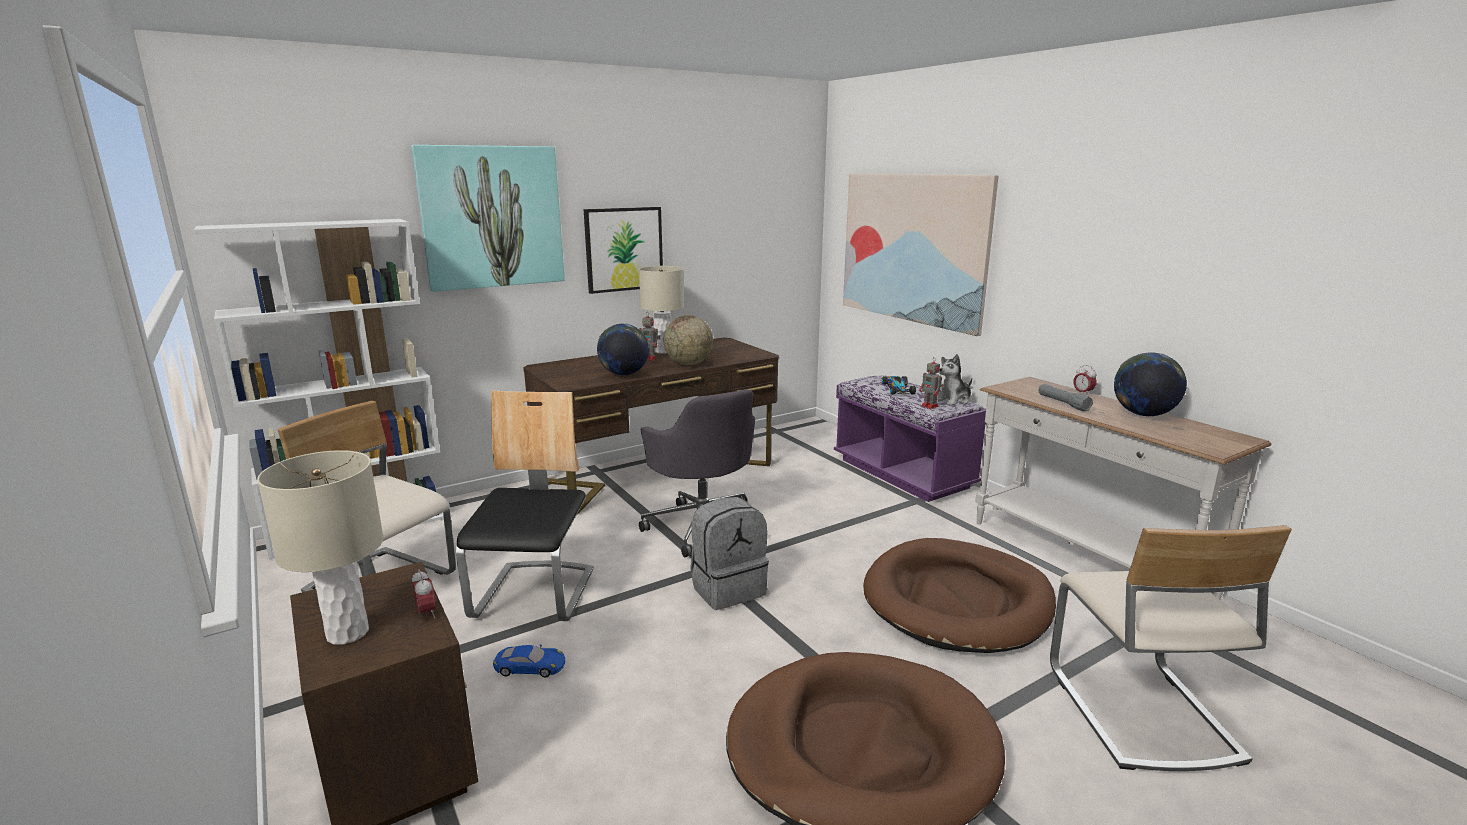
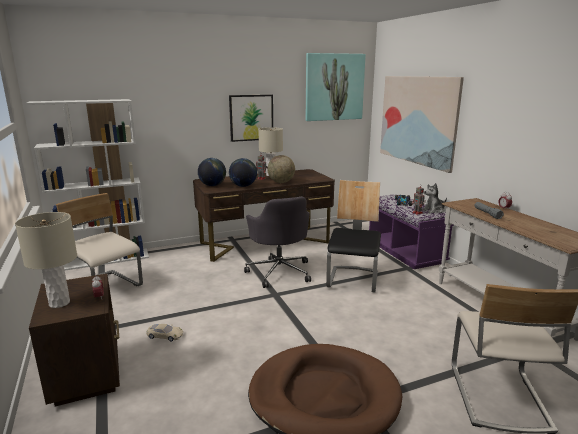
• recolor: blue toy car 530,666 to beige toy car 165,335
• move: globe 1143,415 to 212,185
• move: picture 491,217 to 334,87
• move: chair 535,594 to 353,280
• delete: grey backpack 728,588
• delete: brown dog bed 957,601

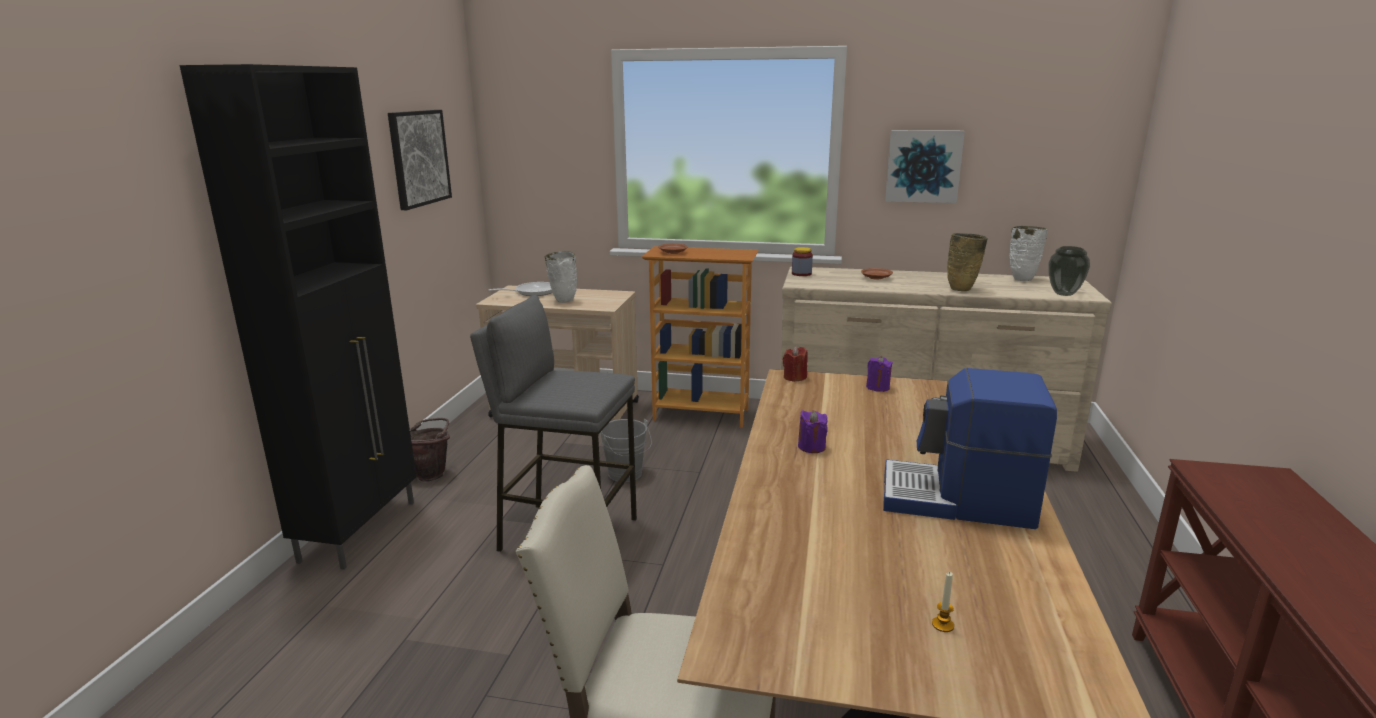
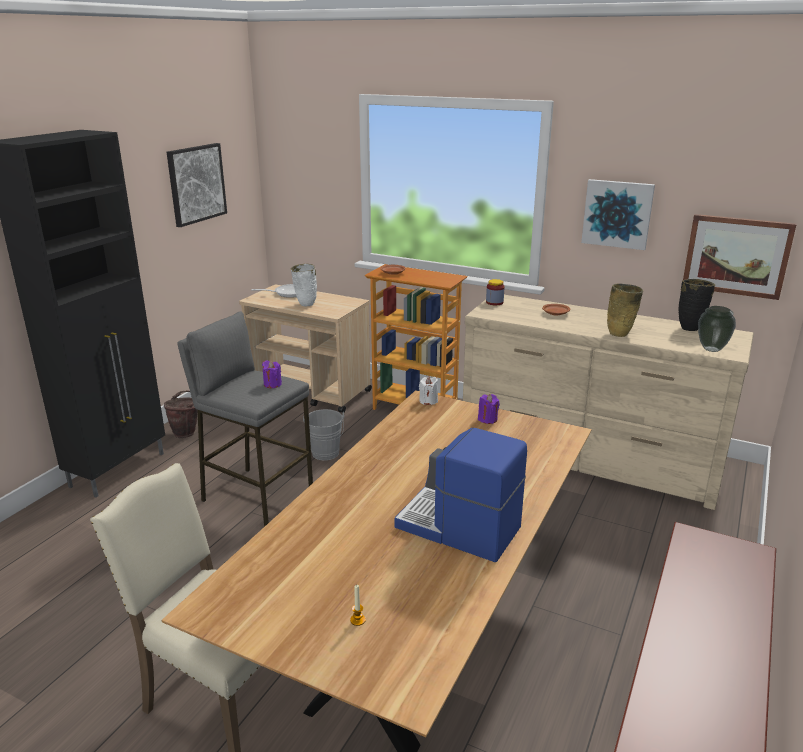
• move: purple candle 811,447 to 272,384
• recolor: red candle 794,377 to white candle 428,401
• recolor: white vase 1022,279 to black vase 690,328
• insert: picture 736,256

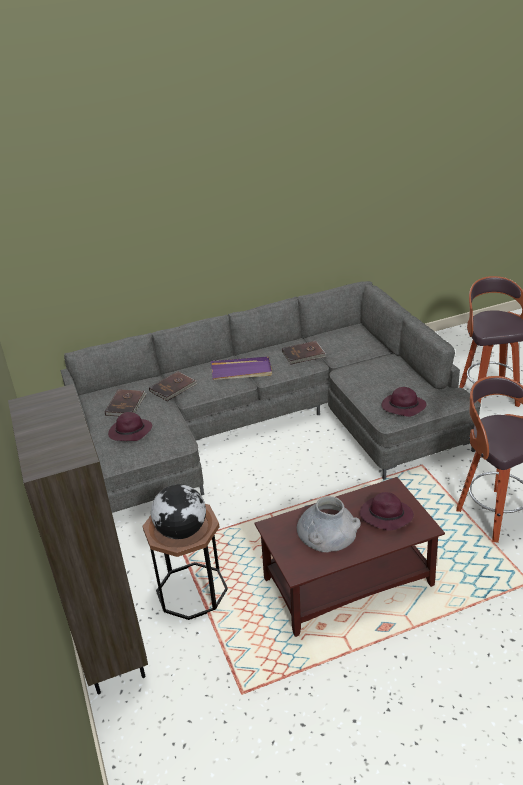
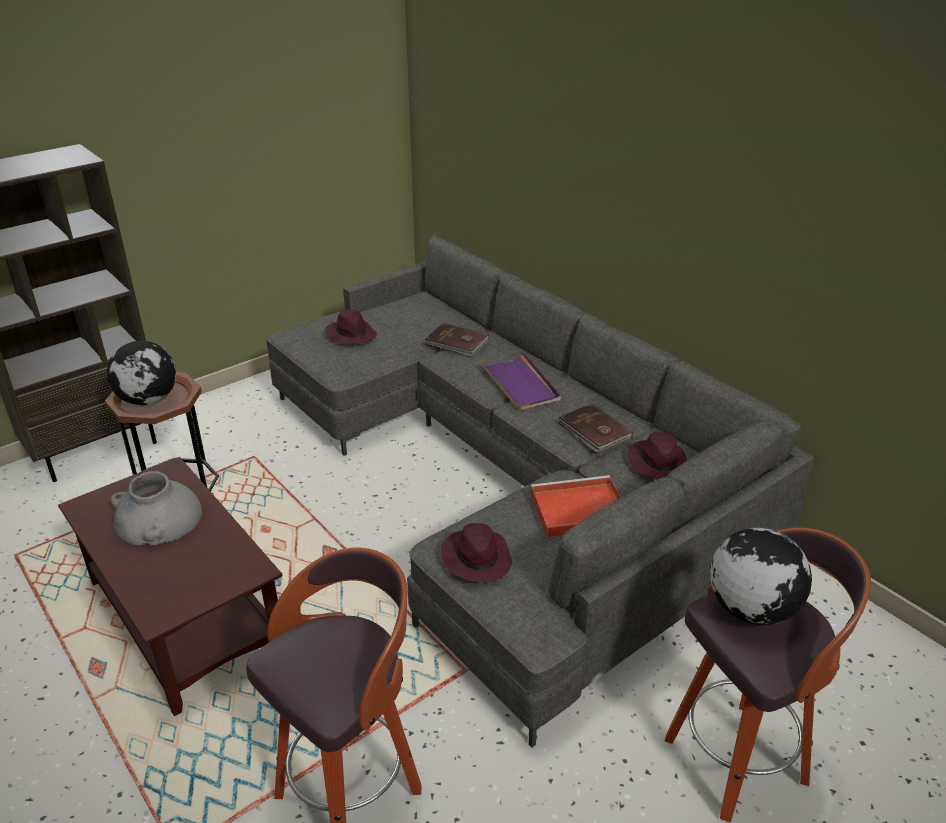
• insert: red tray 577,510
• move: purple hat 385,516 to 657,463
• insert: globe 750,608
• delete: brown book 126,404

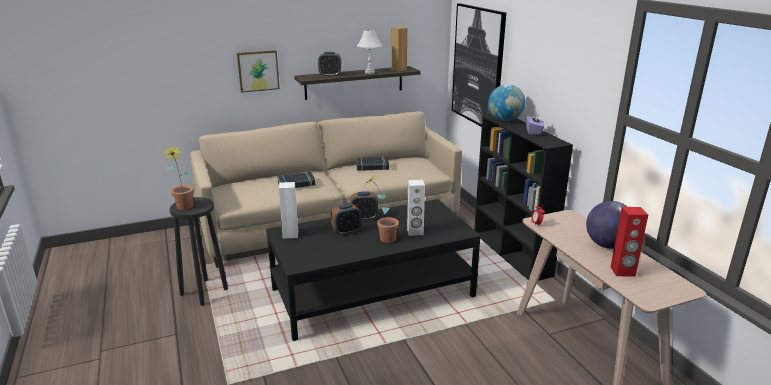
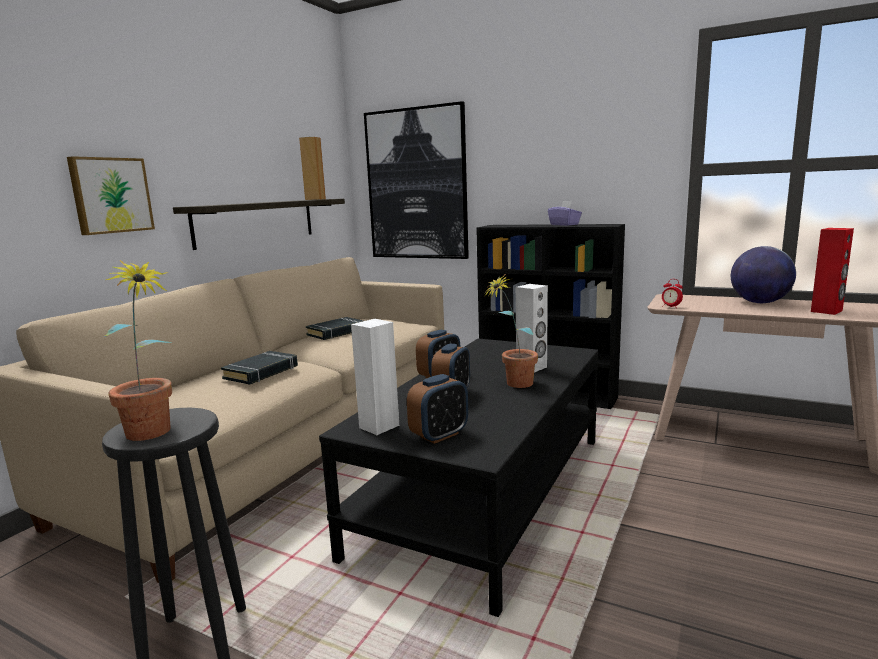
• move: alarm clock 330,75 to 439,435
• delete: white table lamp 369,72
• delete: globe 505,120

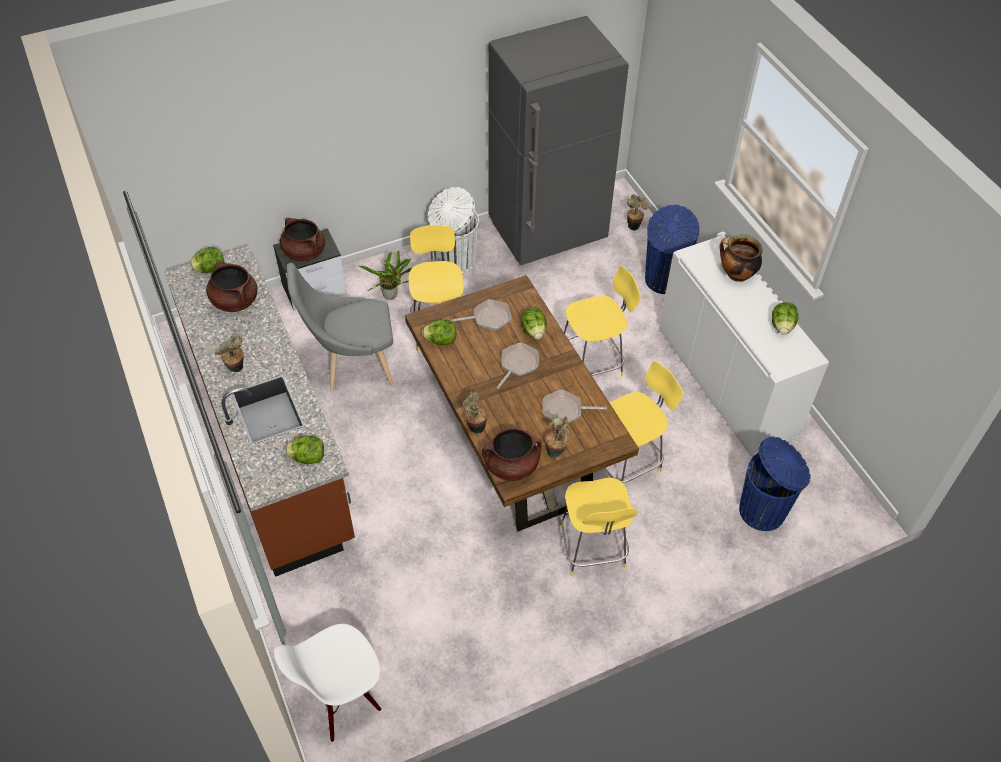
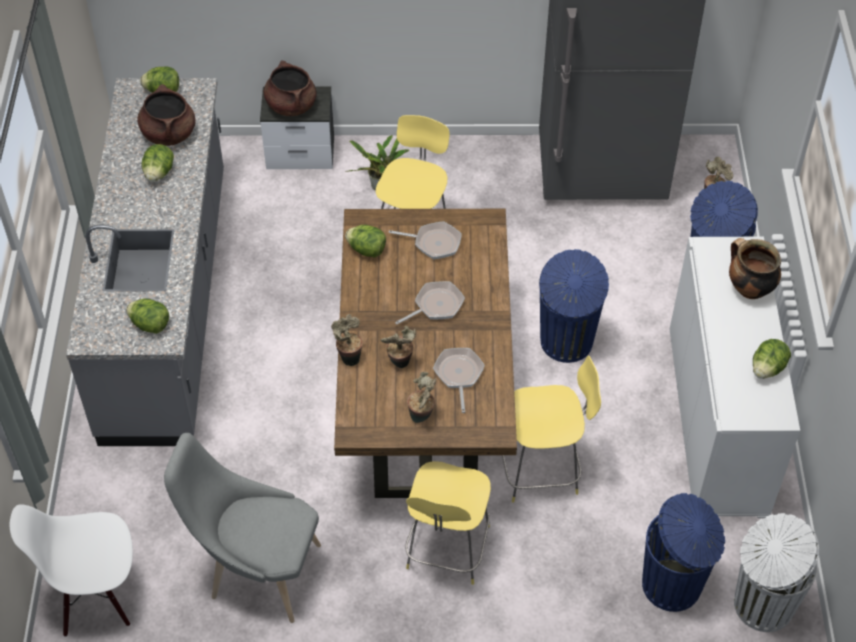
• recolor: brown counter 271,441 to grey counter 168,303
• move: lettuce 533,331 to 159,173
• move: grey chair 353,365 to 258,571
• move: potted plant 236,369 to 400,363
• rotate: frying pan 565,410 = 458,375 60 degrees clockwise
• replace: yellow stool 592,364 to blue trash can 566,343
• move: white trash can 454,263 to 761,605
• delete: brown cooking pot 511,466

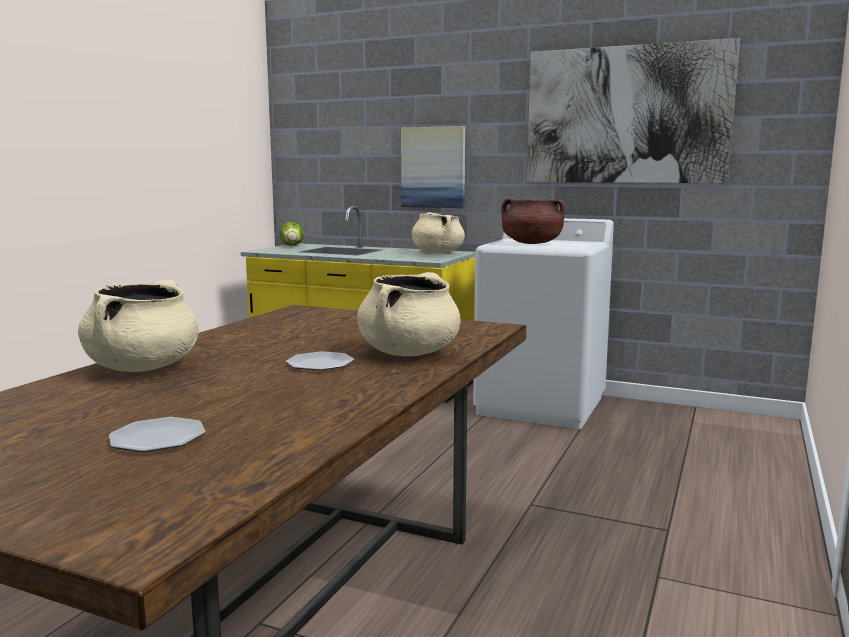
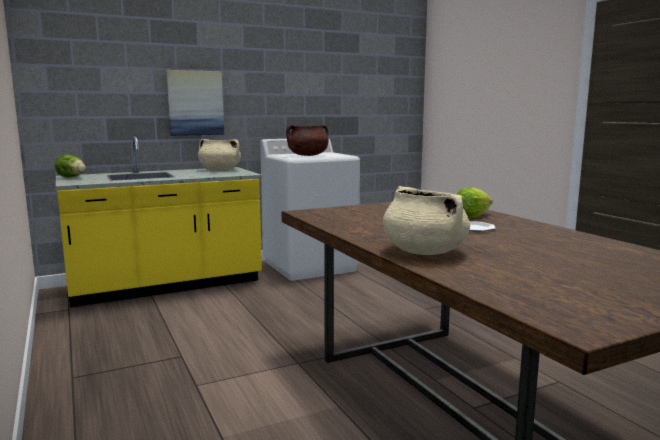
• replace: beige cooking pot 409,353 to lettuce 471,216
• delete: plate 158,439
• delete: picture 626,115

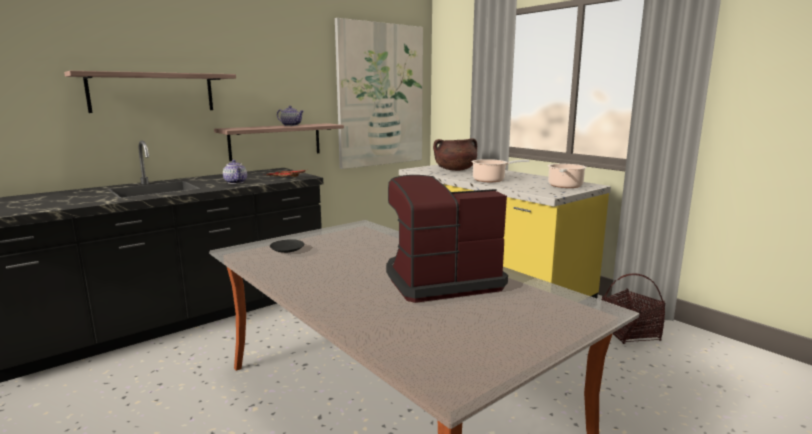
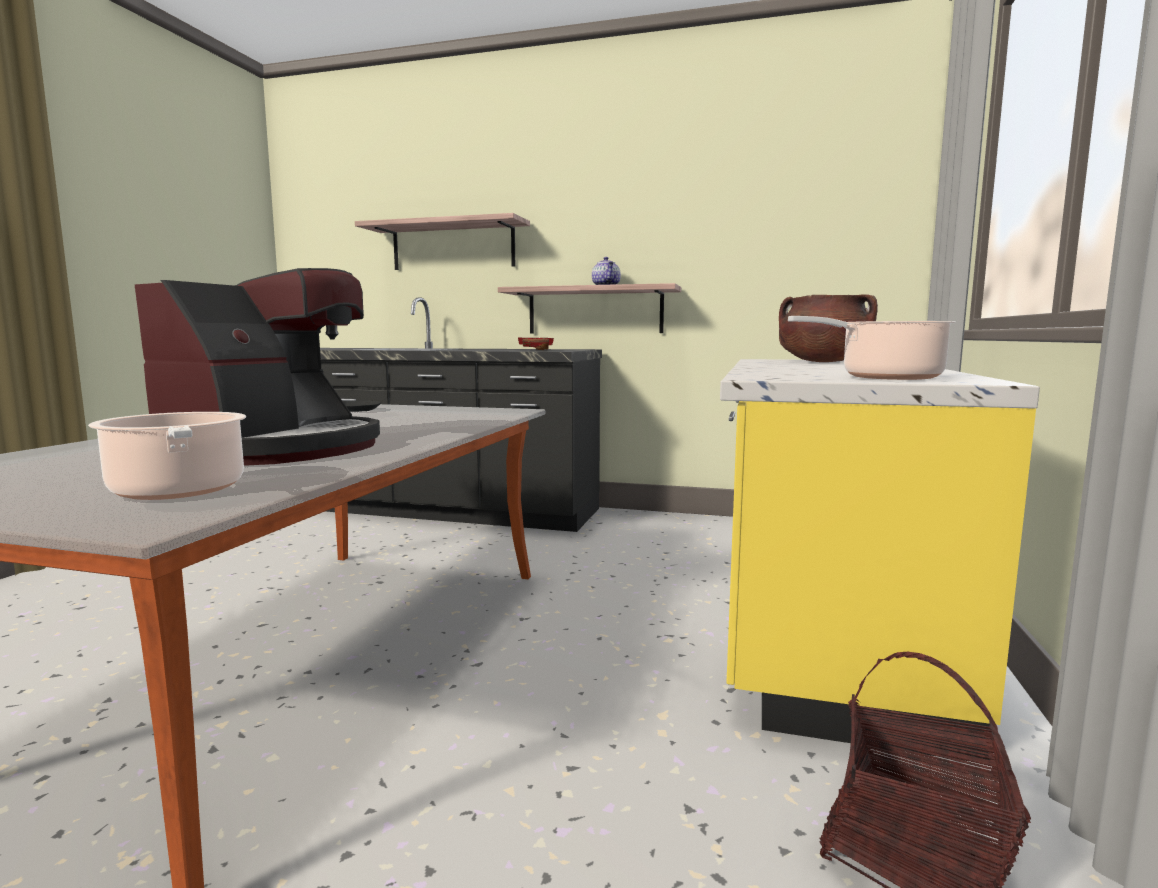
• move: cooking pot 491,180 to 179,491
• rotate: coffee machine 440,281 = 277,449 75 degrees clockwise
• delete: teapot 236,182
• delete: picture 381,95

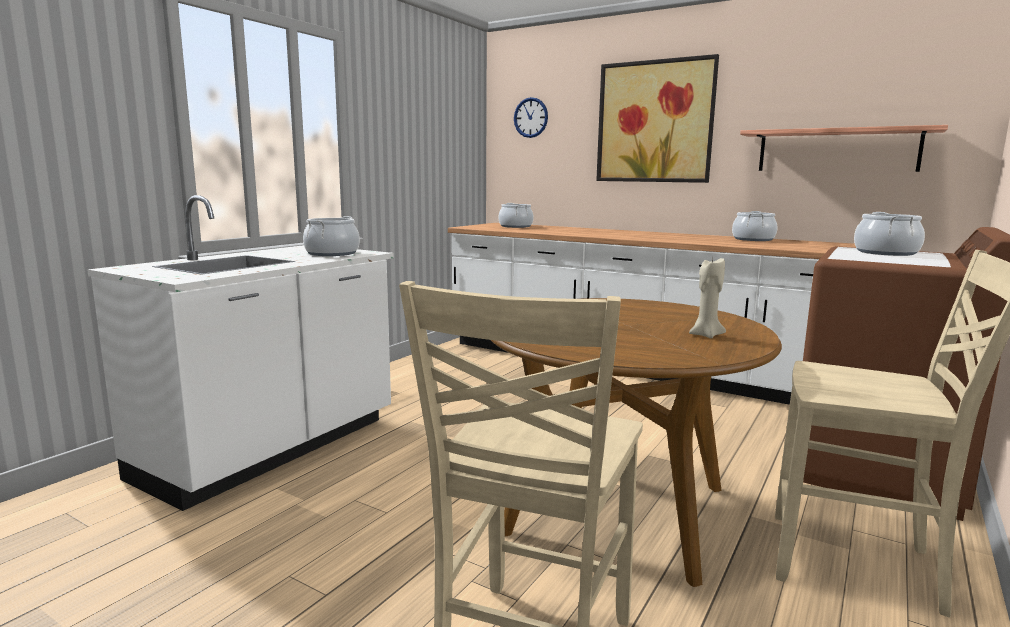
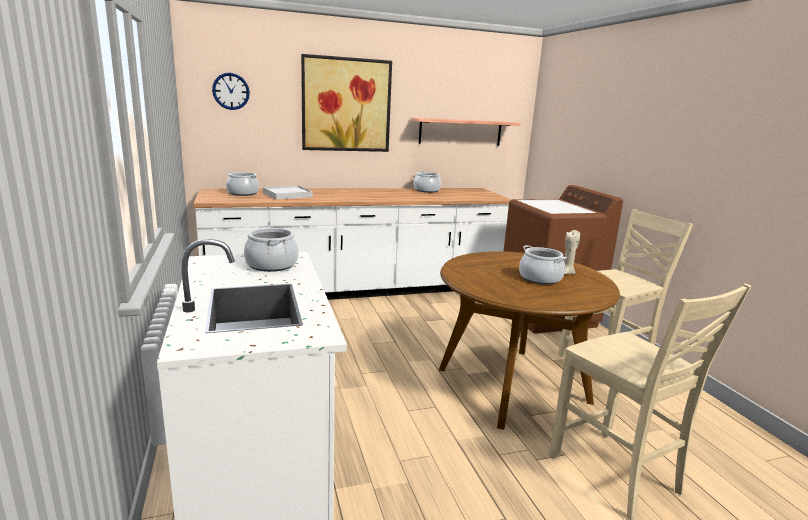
• insert: white tray 287,195
• move: cooking pot 886,253 to 540,278

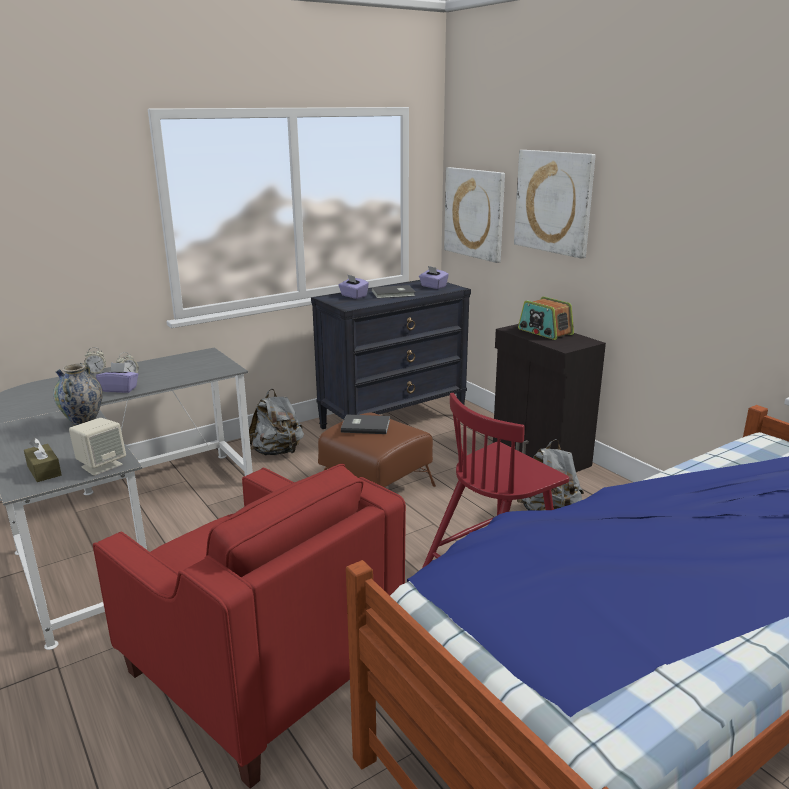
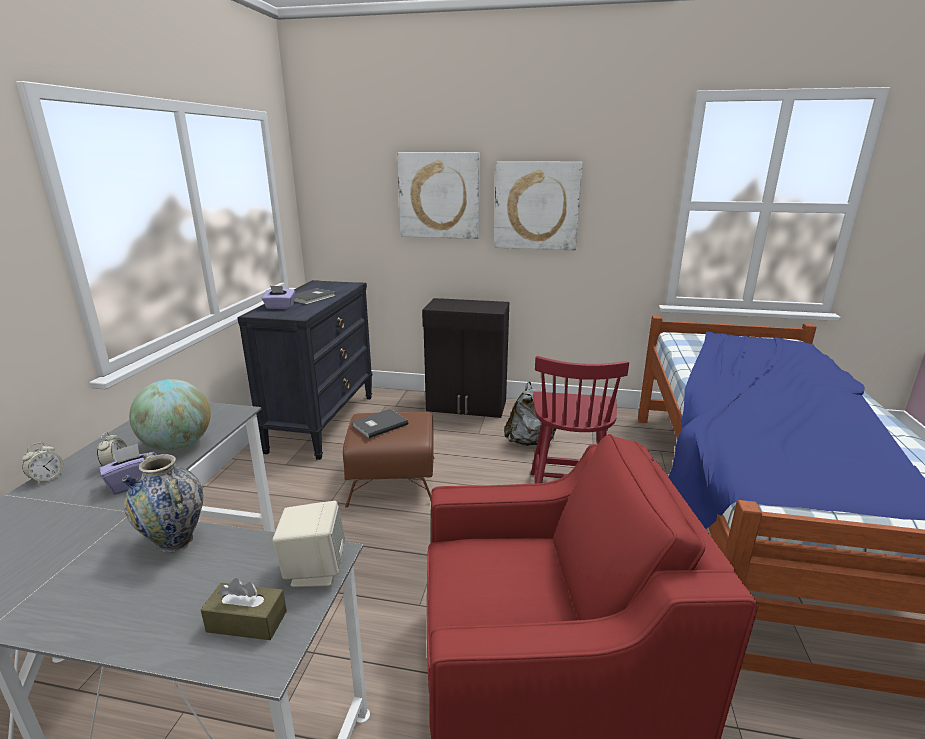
• insert: globe 178,446
• move: picture 474,213 to 536,206
• delete: grey backpack 277,452
• delete: purple tissue box 433,286
• delete: radio 545,332

